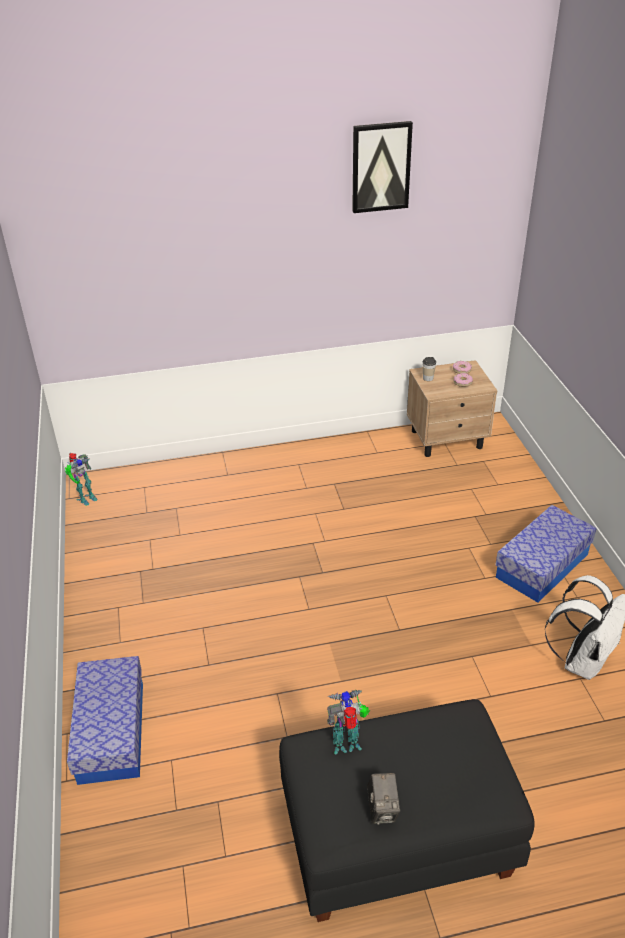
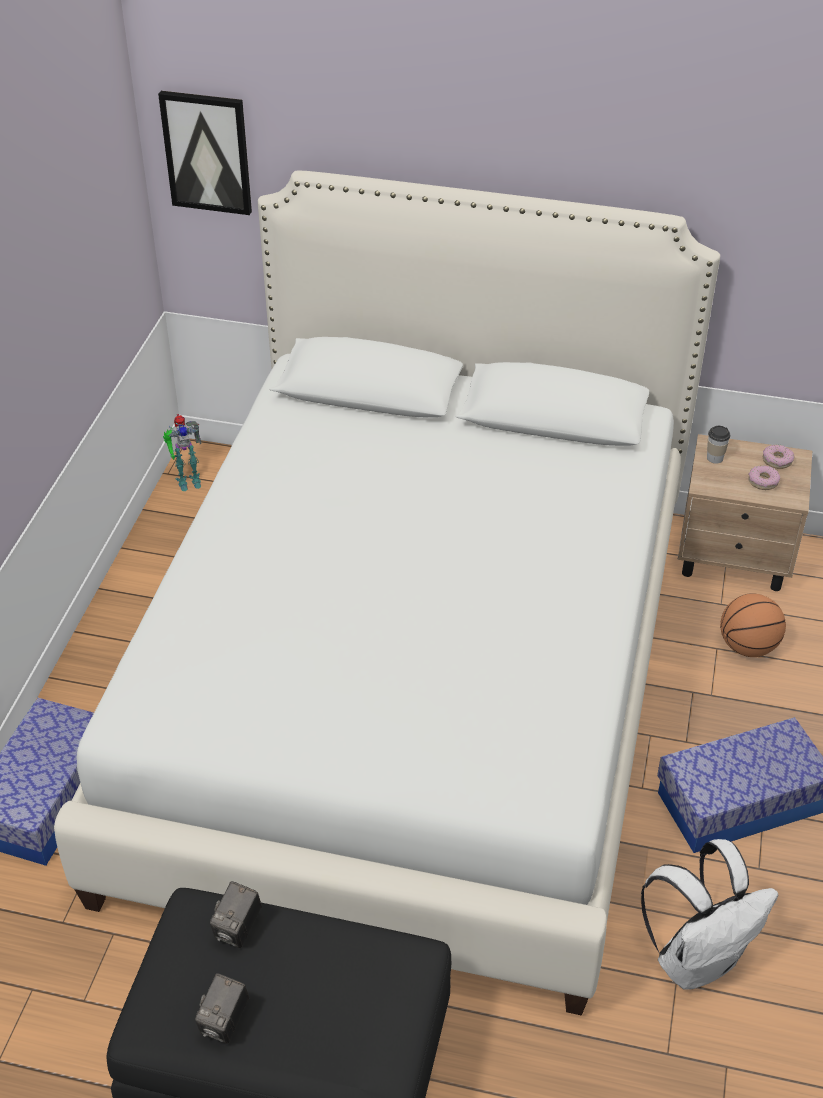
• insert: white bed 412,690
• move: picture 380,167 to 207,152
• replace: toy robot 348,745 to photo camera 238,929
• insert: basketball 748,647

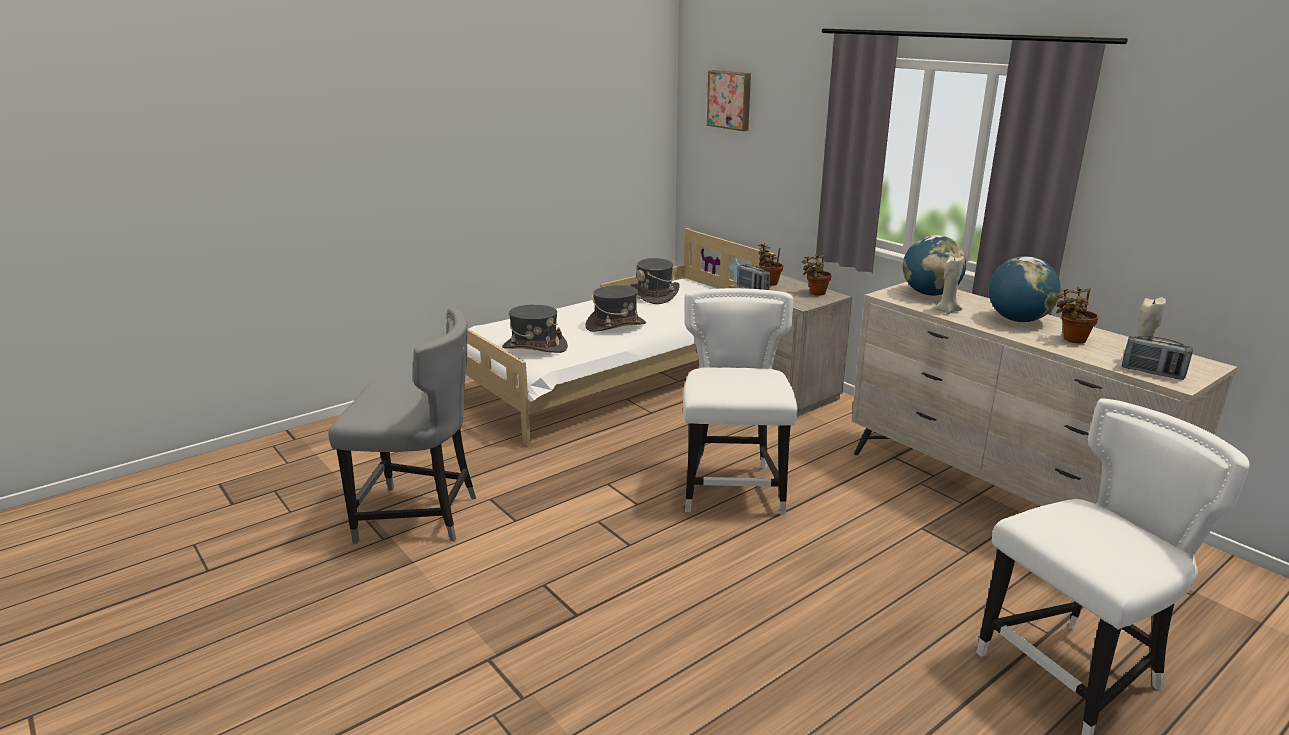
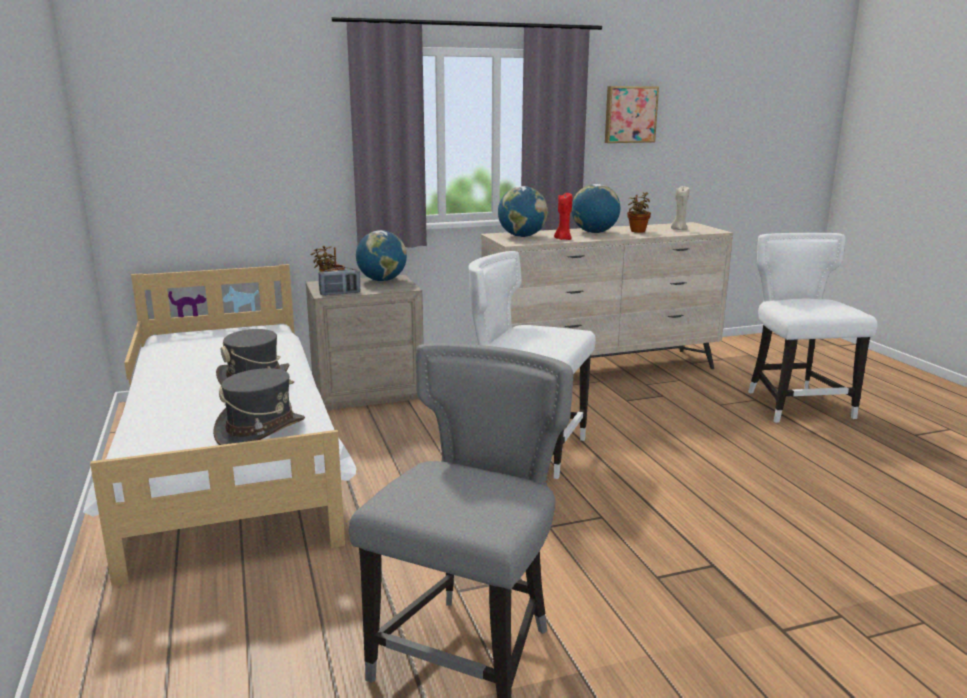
• replace: potted plant 815,293 to globe 382,280
• recolor: beige candle 946,311 to red candle 563,239
• move: picture 730,100 to 630,114
• delete: grey hat 655,295
• delete: radio 1152,373

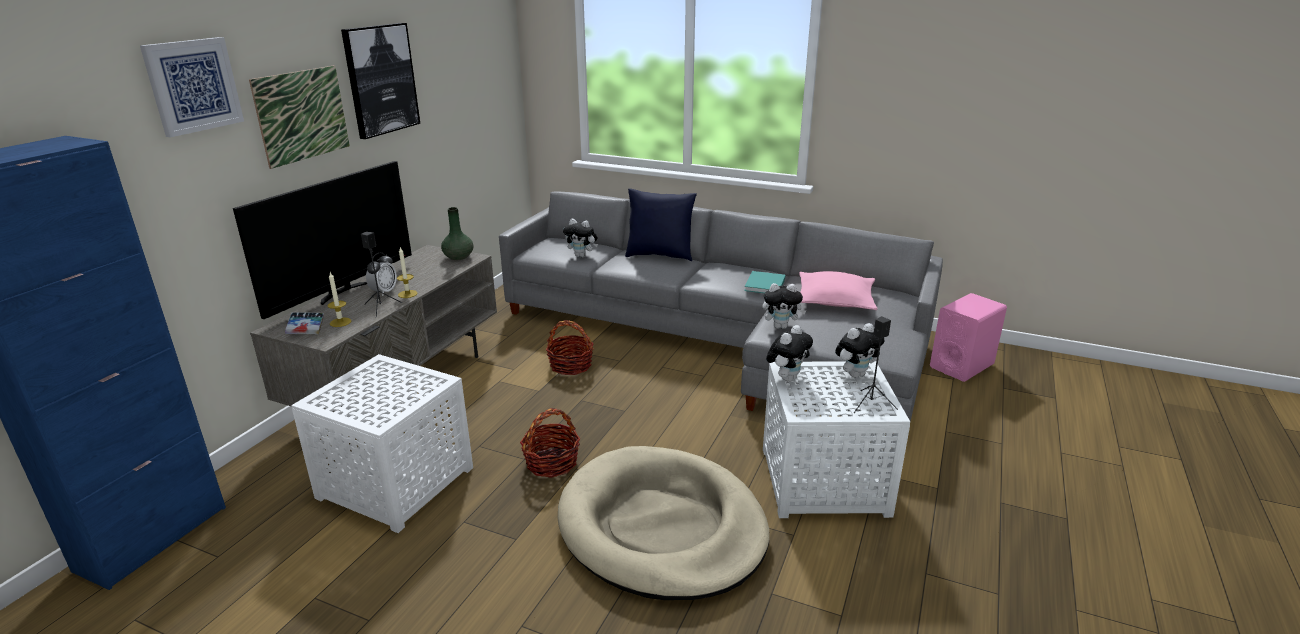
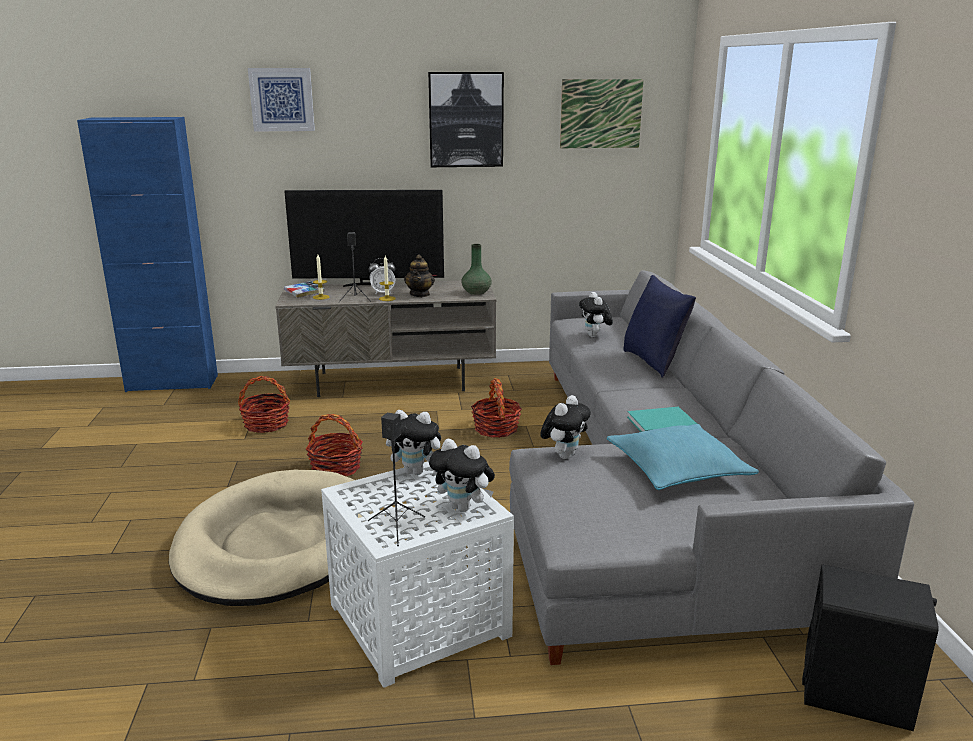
• replace: white side table 396,484 to basket 266,424
• insert: teapot 420,294
• rotate: plush toy 781,326 = 564,455 120 degrees counterclockwise
• move: picture 302,115 to 601,114
• recolor: pink pillow 834,301 to turquoise pillow 677,470
• recolor: pink speaker 961,366 to black speaker 856,694

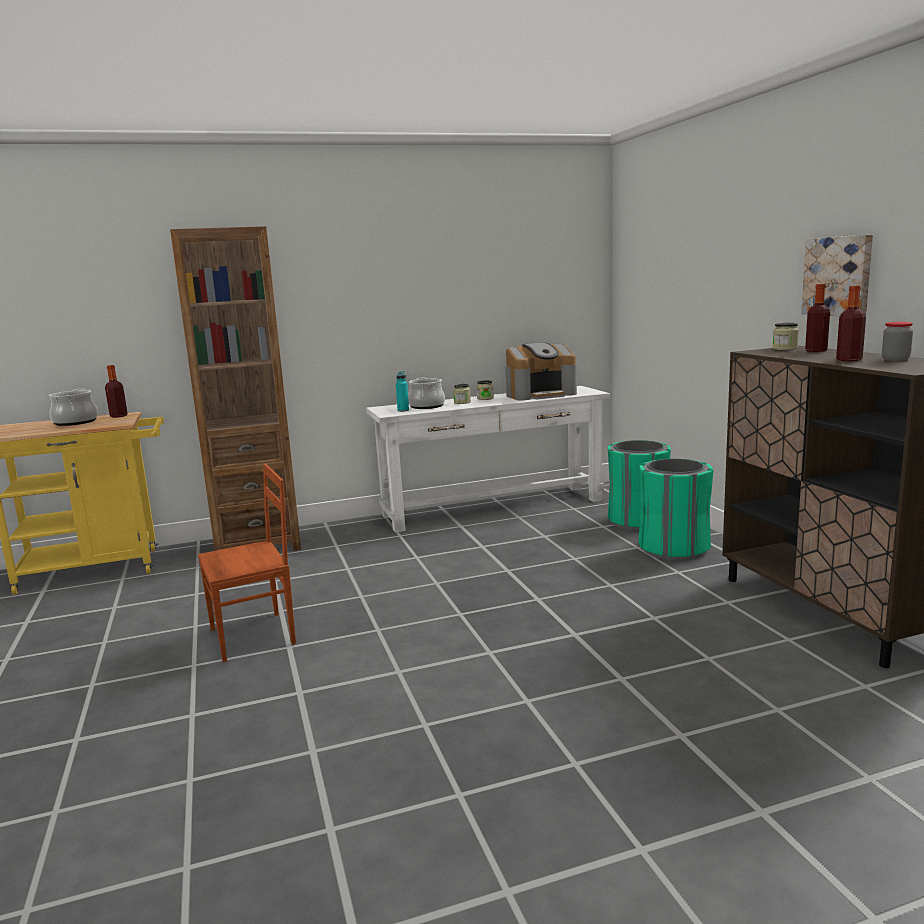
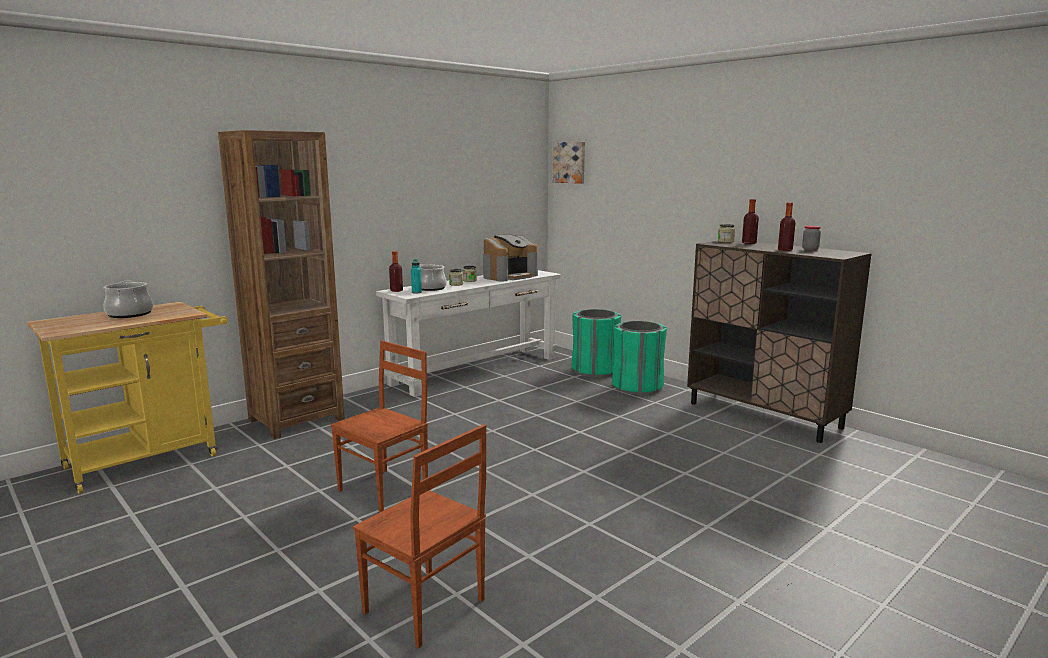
• insert: brown chair 424,608
• move: bottle 118,416 to 396,290
• move: picture 838,276 to 570,162

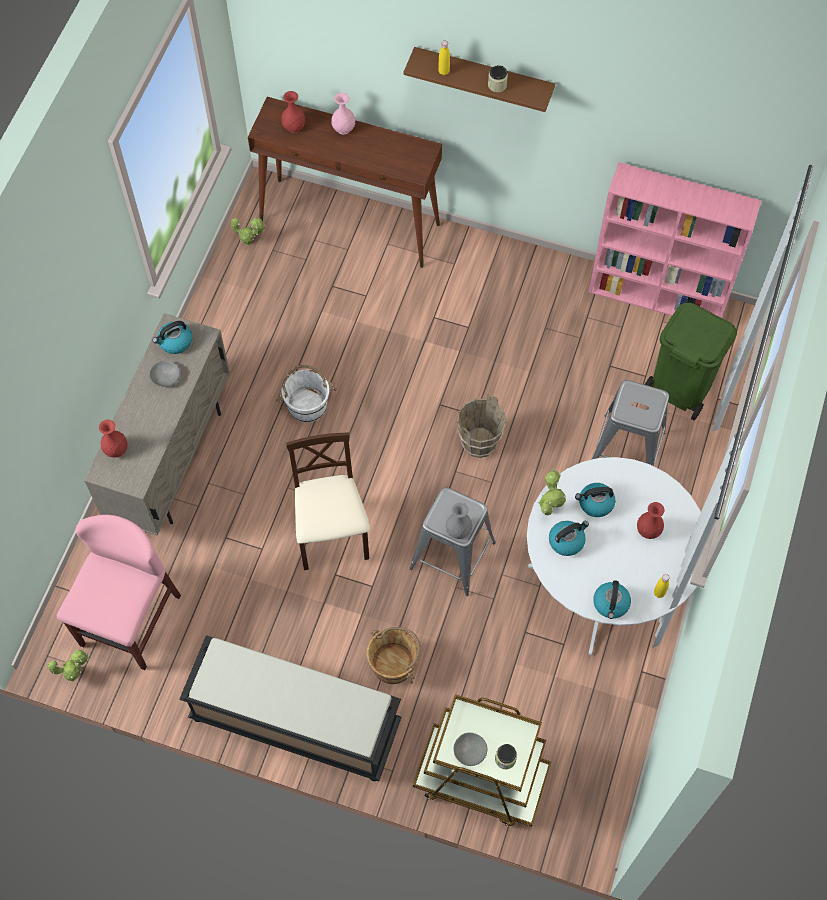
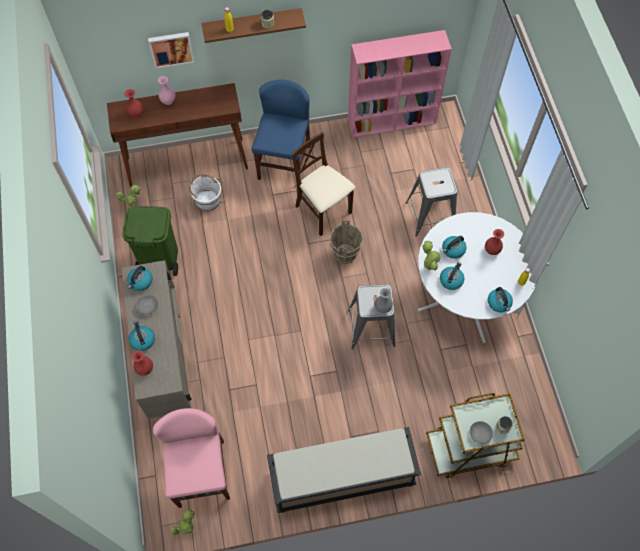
• move: green trash can 679,387 to 159,259
• insert: kettle 142,340
• insert: picture 171,48
• move: white bucket 307,405 to 207,200
• insert: blue chair 284,162
• move: beige chair 331,535 to 323,211
• delete: brown bucket 394,663

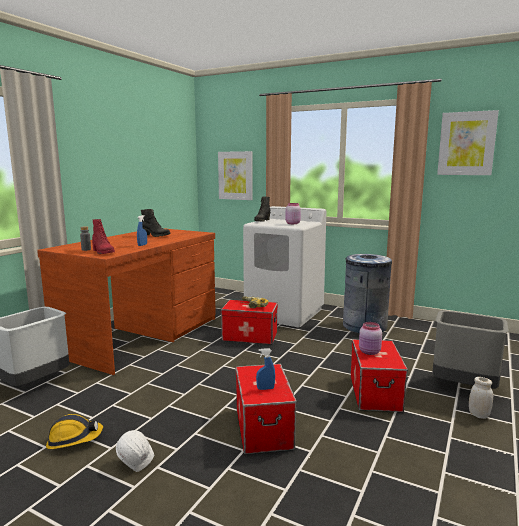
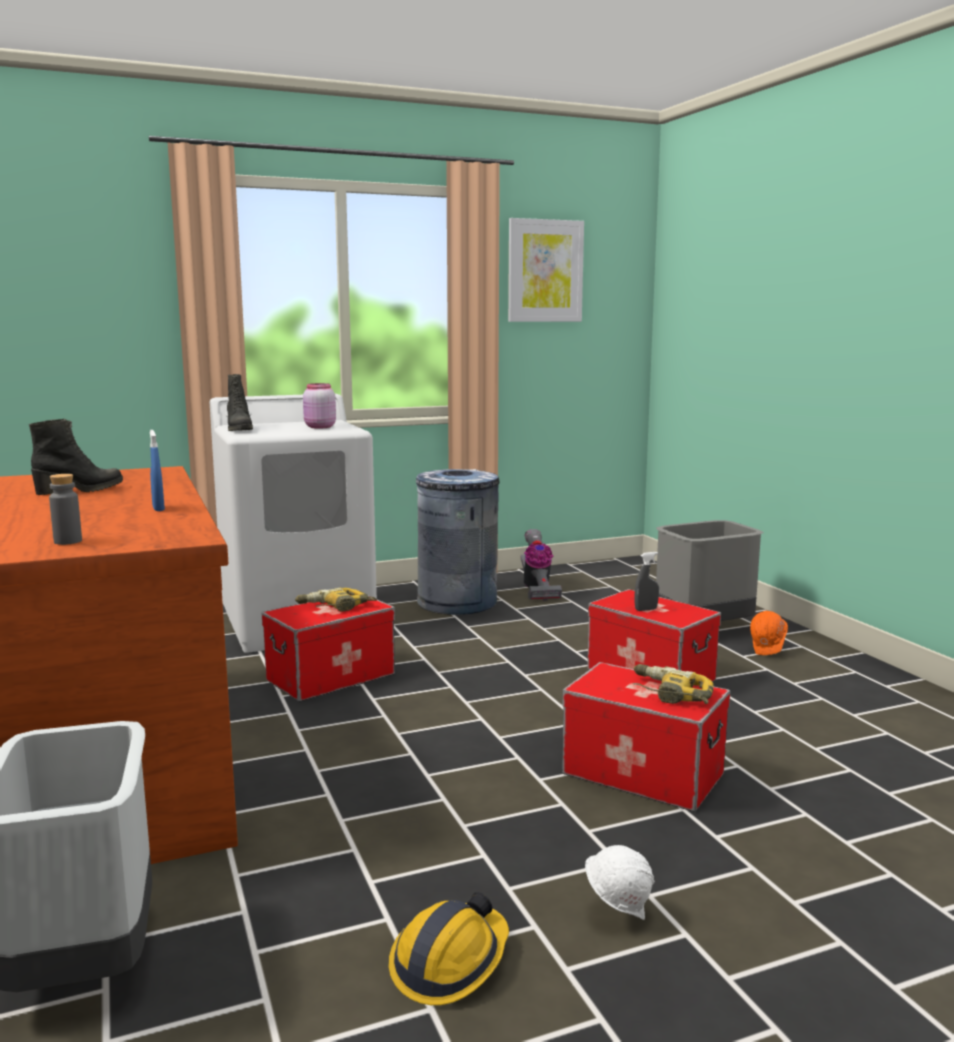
• insert: vacuum cleaner 537,589
• replace: blue spray bottle 265,388 to power drill 669,694
• replace: pink jar 370,352 to grey spray bottle 646,609
• replace: white jar 478,415 to orange hard hat 768,651
• delete: red boot 102,252
• delete: picture 235,175

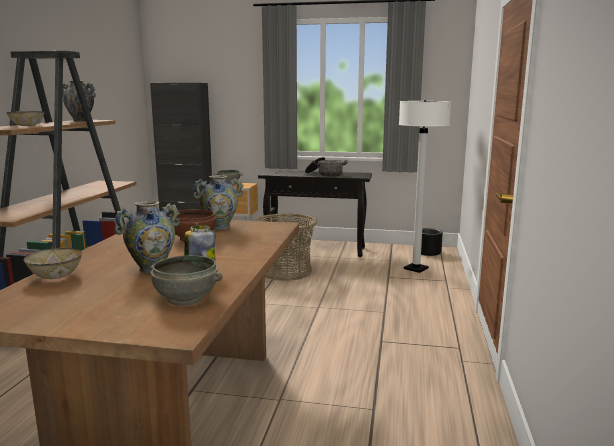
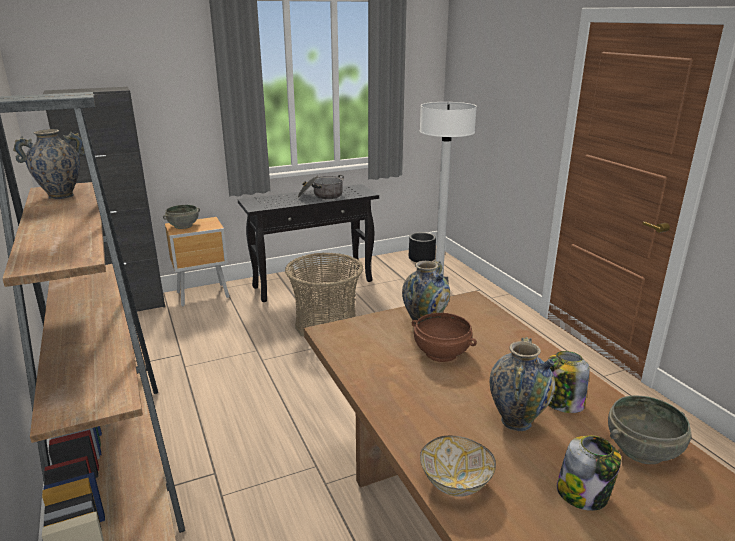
• insert: jar 583,494
• delete: bowl 27,126

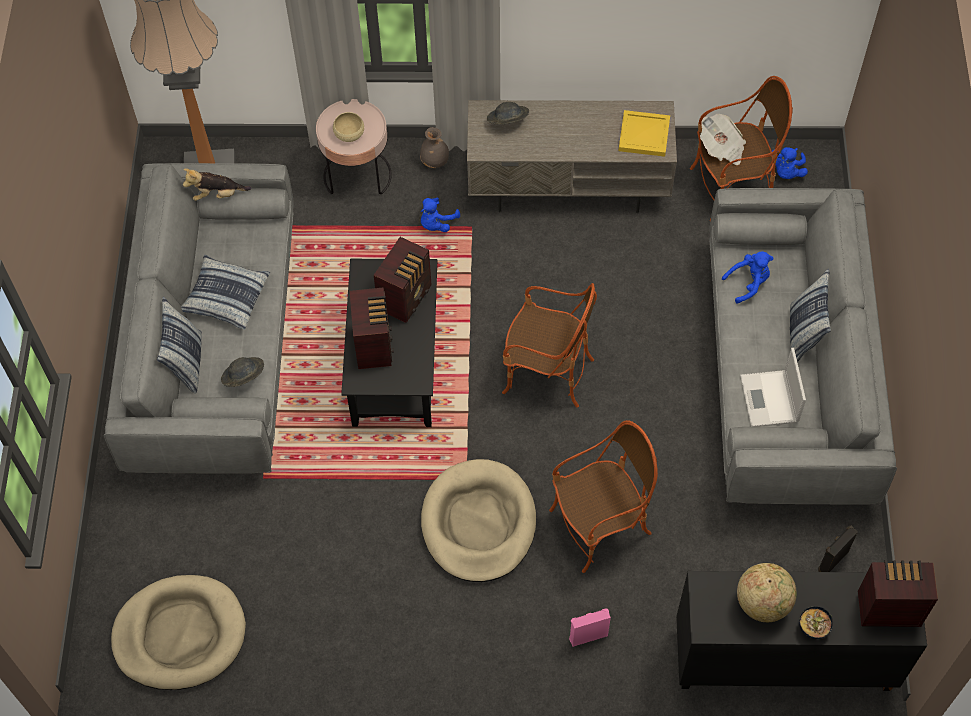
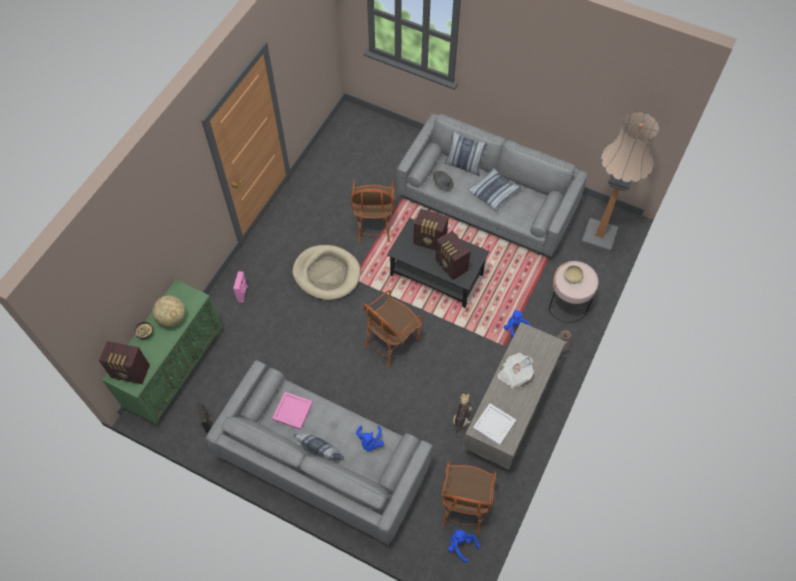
• rotate: radio 887,607 = 131,372 75 degrees clockwise
• recolor: black cabinet 781,661 to green cabinet 176,370
• replace: laptop 769,400 to pink tray 292,411
• move: armchair 600,526 to 373,223
• move: plush toy 217,195 to 461,418
• recolor: yellow tray 645,134 to white tray 494,425
• move: newspaper 722,148 to 514,374
• delete: beige dog bed 180,634
• delete: grey hat 507,121

